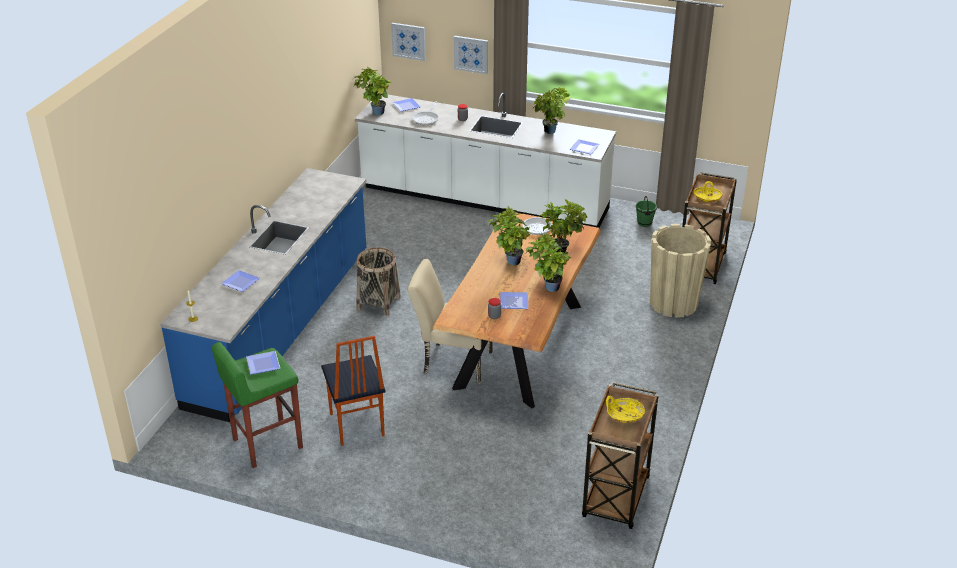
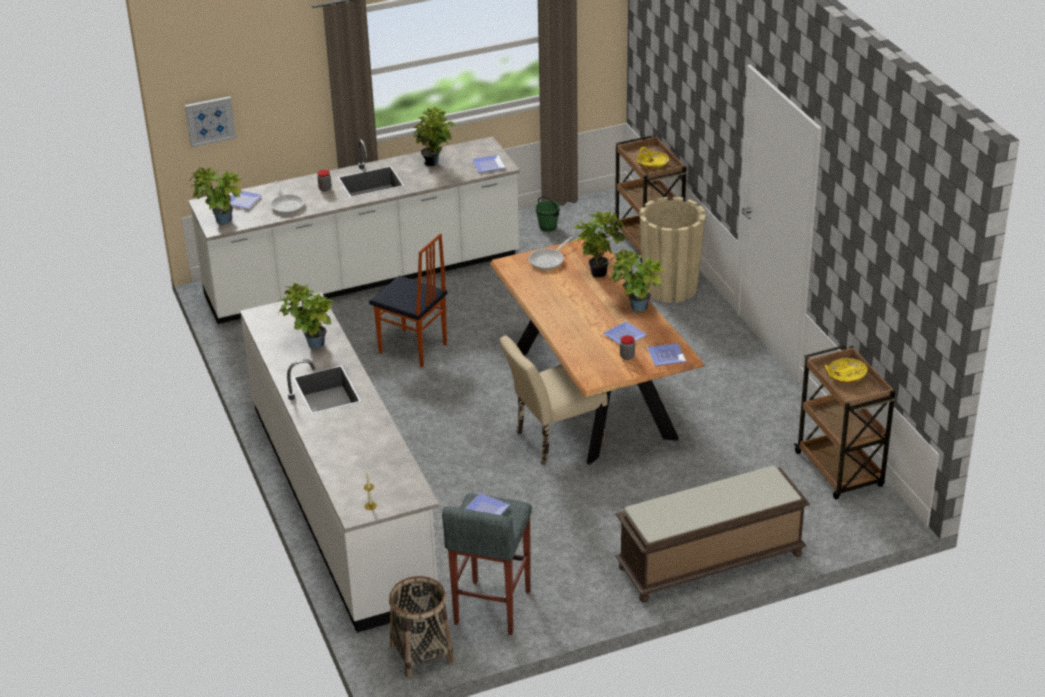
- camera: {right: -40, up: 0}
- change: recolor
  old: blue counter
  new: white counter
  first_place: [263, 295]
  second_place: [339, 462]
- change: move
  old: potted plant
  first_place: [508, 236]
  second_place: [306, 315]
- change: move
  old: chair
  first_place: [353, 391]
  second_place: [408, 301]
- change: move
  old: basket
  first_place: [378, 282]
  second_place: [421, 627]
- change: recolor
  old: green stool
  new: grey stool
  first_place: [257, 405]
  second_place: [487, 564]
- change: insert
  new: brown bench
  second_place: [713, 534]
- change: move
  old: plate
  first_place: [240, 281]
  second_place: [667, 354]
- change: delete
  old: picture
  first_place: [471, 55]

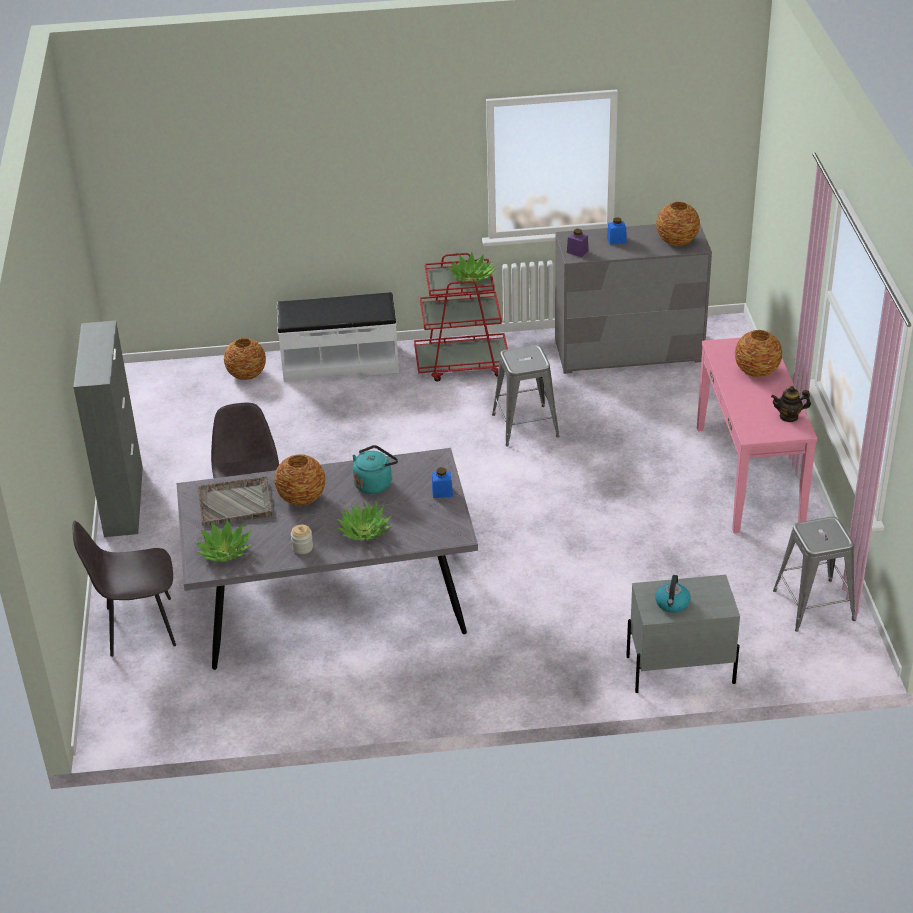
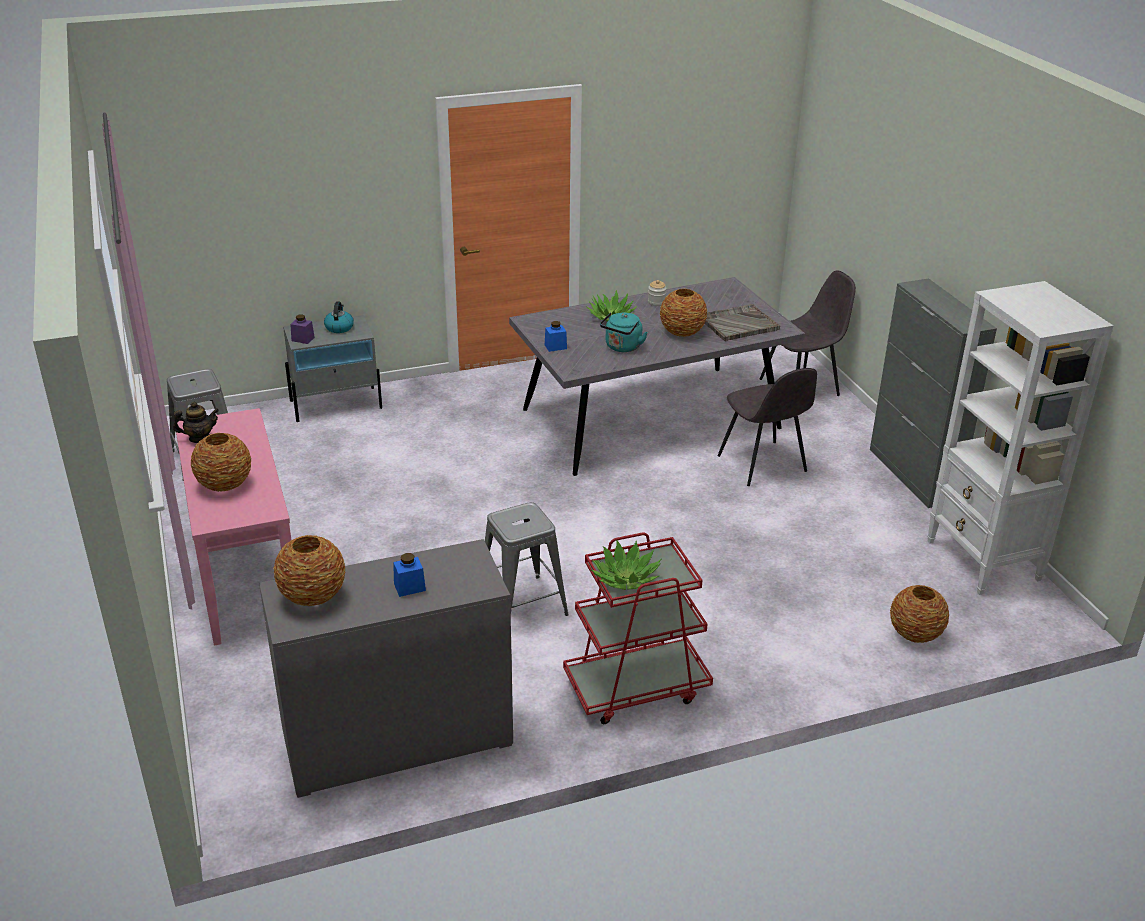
- camera: {right: 165, up: -5}
- change: move
  old: purple jar
  first_place: [577, 243]
  second_place: [302, 329]
- change: insert
  new: white bookcase
  second_place: [1020, 438]
- change: delete
  old: potted plant
  first_place: [223, 541]
- change: delete
  old: white bench
  first_place: [338, 337]

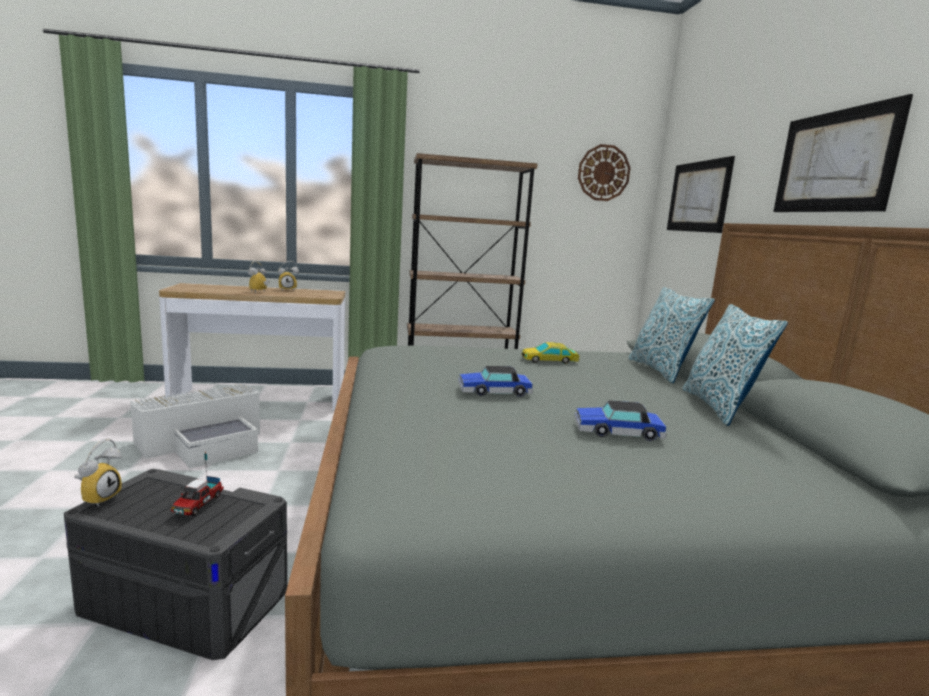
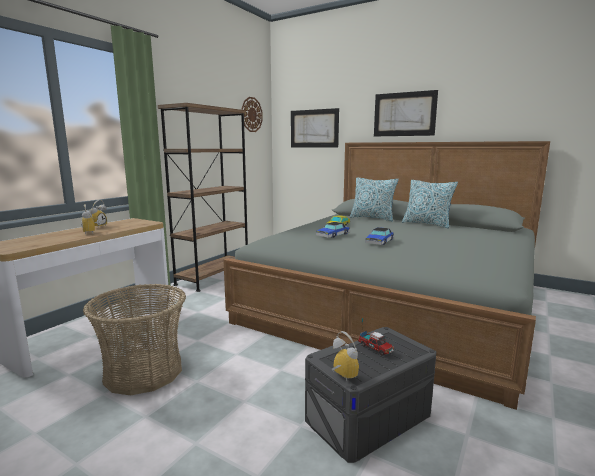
- camera: {right: -50, up: 0}
- change: replace
  old: white storage box
  new: basket
  first_place: [195, 425]
  second_place: [134, 339]
- change: move
  old: toy car
  first_place: [620, 420]
  second_place: [333, 230]

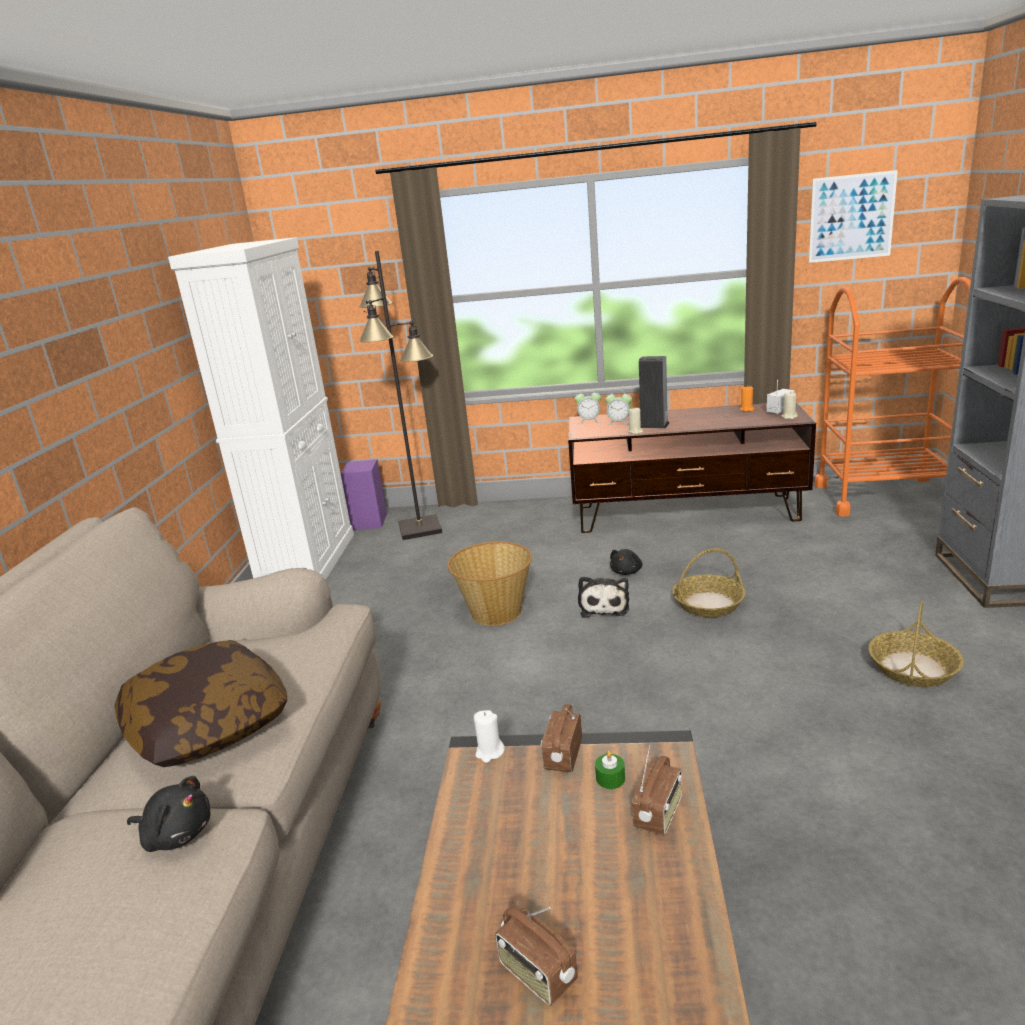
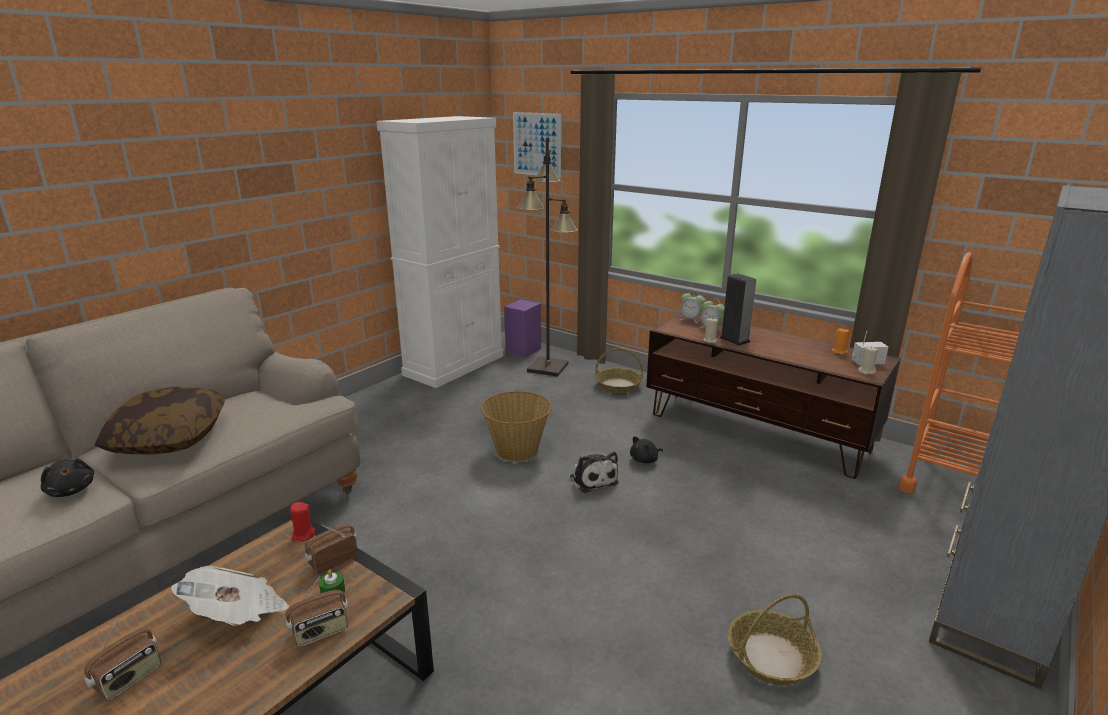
- camera: {right: 30, up: 0}
- change: rotate
  old: radio
  first_place: [536, 956]
  second_place: [122, 660]
  degrees: -135
- change: insert
  new: newspaper
  second_place: [230, 595]
- change: recolor
  old: white candle
  new: red candle
  first_place: [489, 736]
  second_place: [302, 521]
- change: move
  old: picture
  first_place: [853, 216]
  second_place: [537, 145]
- change: rotate
  old: plush toy
  first_place: [603, 597]
  second_place: [594, 472]
  degrees: -60
- change: move
  old: basket
  first_place: [709, 582]
  second_place: [619, 370]

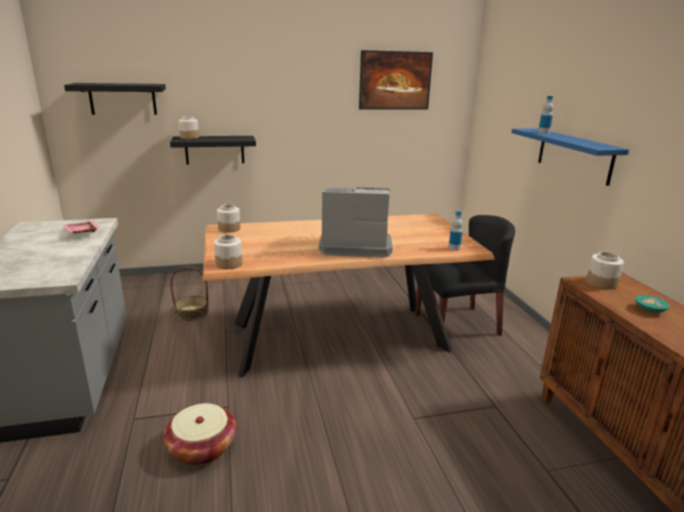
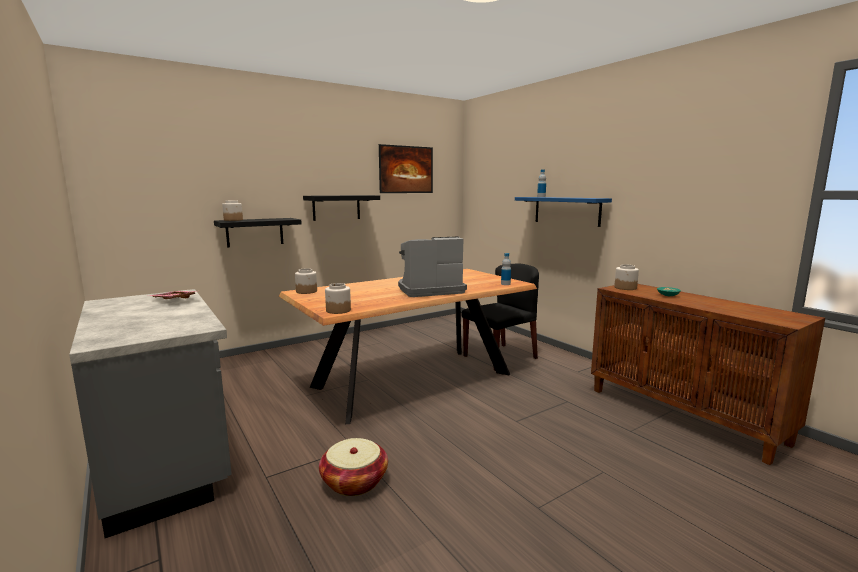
- camera: {right: -20, up: -10}
- change: move
  old: black shelf
  first_place: [115, 99]
  second_place: [341, 208]
- change: delete
  old: basket
  first_place: [190, 294]

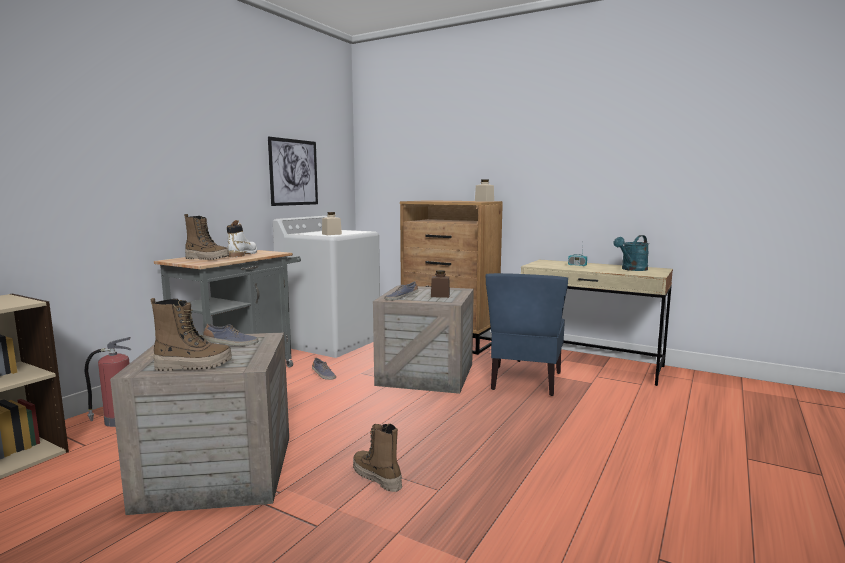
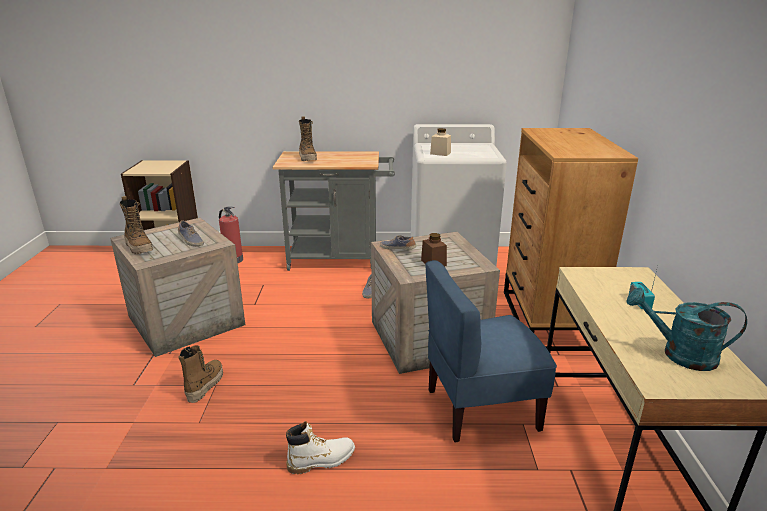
- camera: {right: 60, up: 15}
- change: move
  old: white boot
  first_place: [242, 238]
  second_place: [320, 447]
- change: delete
  old: picture
  first_place: [293, 171]
- change: delete
  old: beige jar
  first_place: [484, 190]

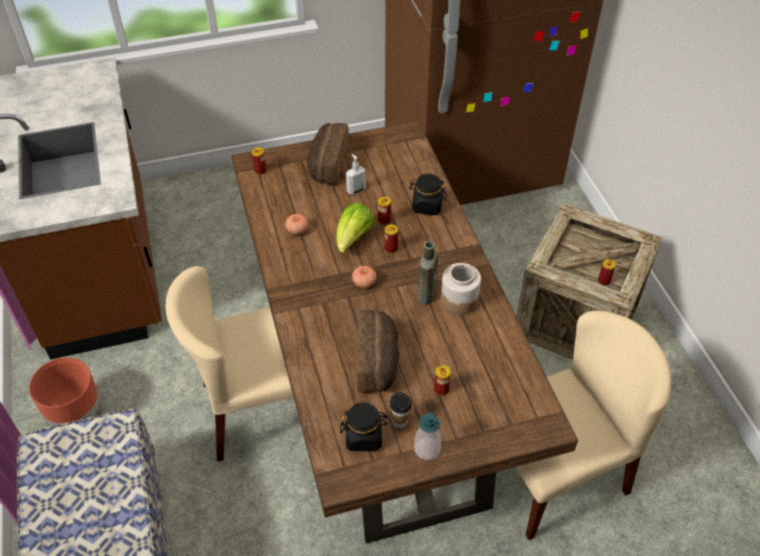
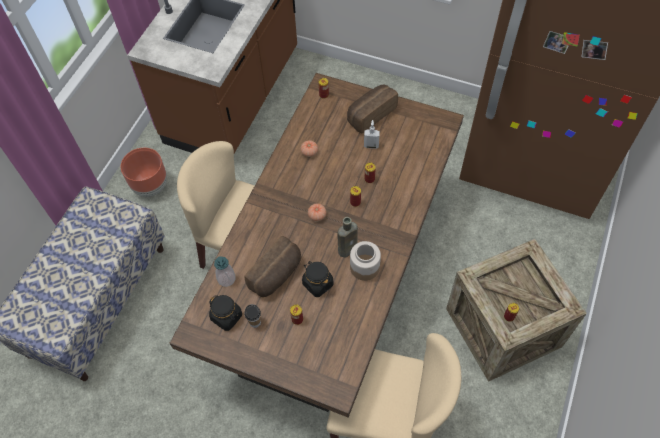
- camera: {right: 40, up: 10}
- change: move
  old: soap dispenser
  first_place: [427, 436]
  second_place: [225, 271]
- change: move
  old: black jar
  first_place: [428, 194]
  second_place: [317, 279]
- change: delete
  old: lettuce
  first_place: [355, 228]

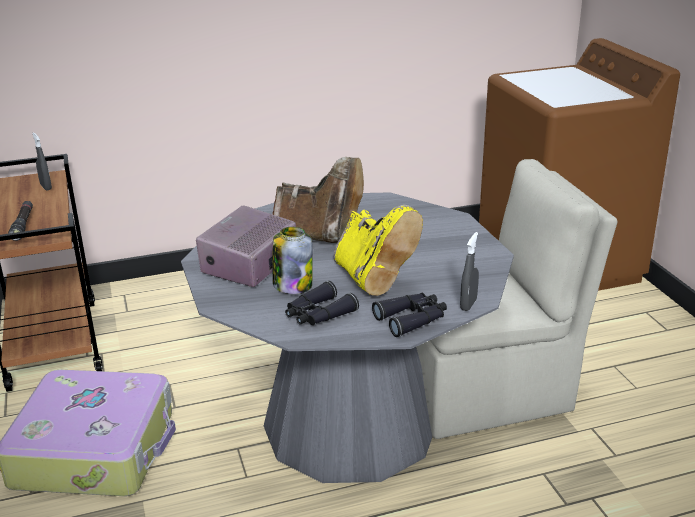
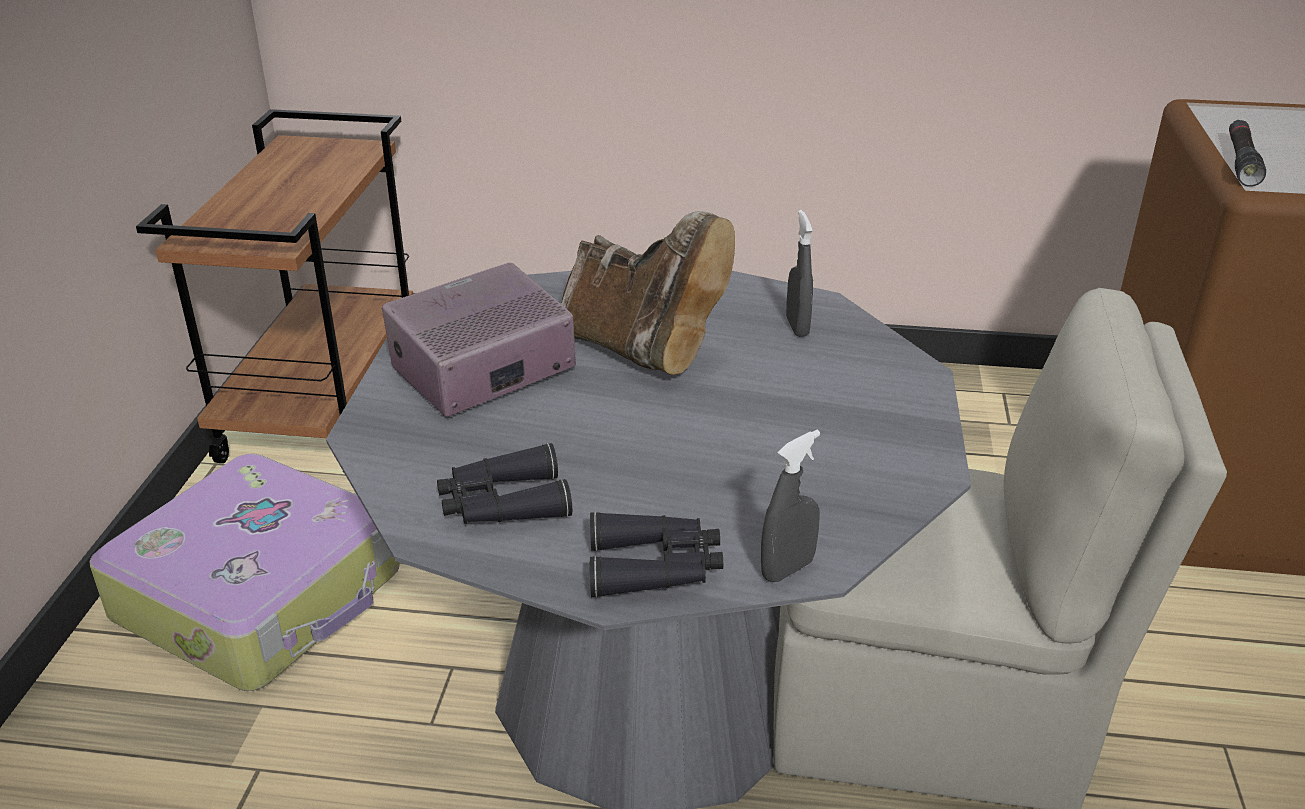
- camera: {right: 25, up: 5}
- change: move
  old: grey spray bottle
  first_place: [42, 161]
  second_place: [799, 273]
- change: move
  old: black flashlight
  first_place: [20, 221]
  second_place: [1247, 153]
- change: delete
  old: jar
  first_place: [292, 260]
- change: delete
  old: yellow boot
  first_place: [378, 250]

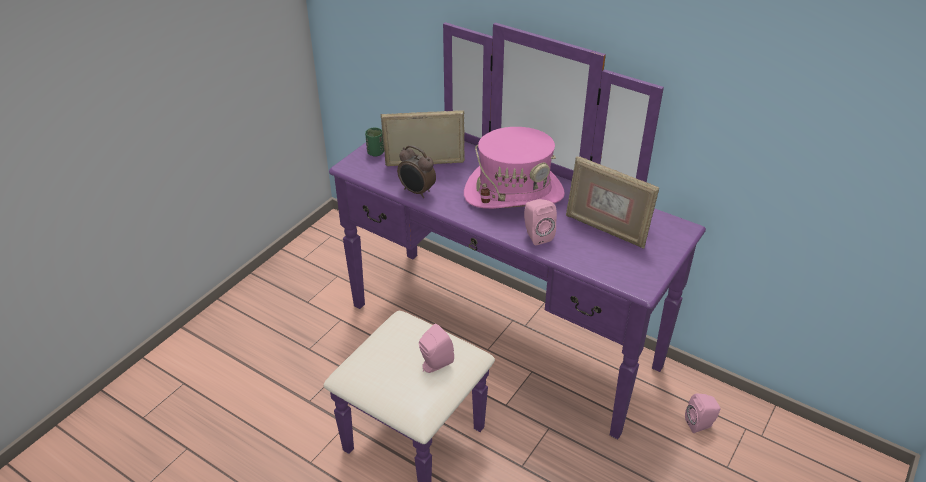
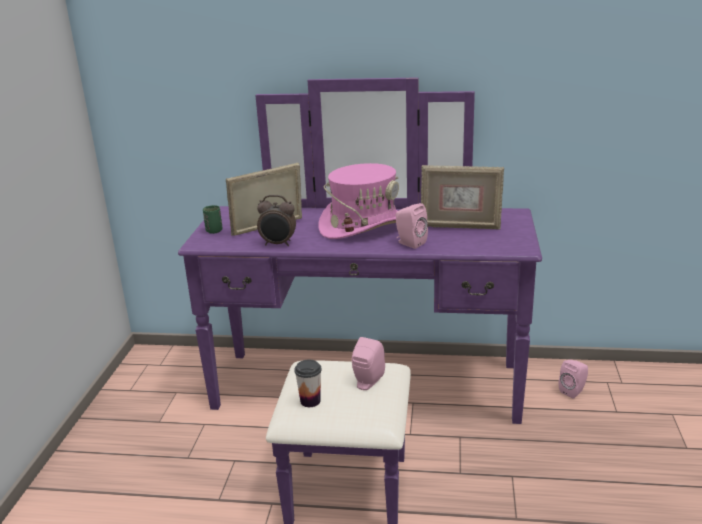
- camera: {right: -25, up: -15}
- change: insert
  new: cup
  second_place: [308, 383]

